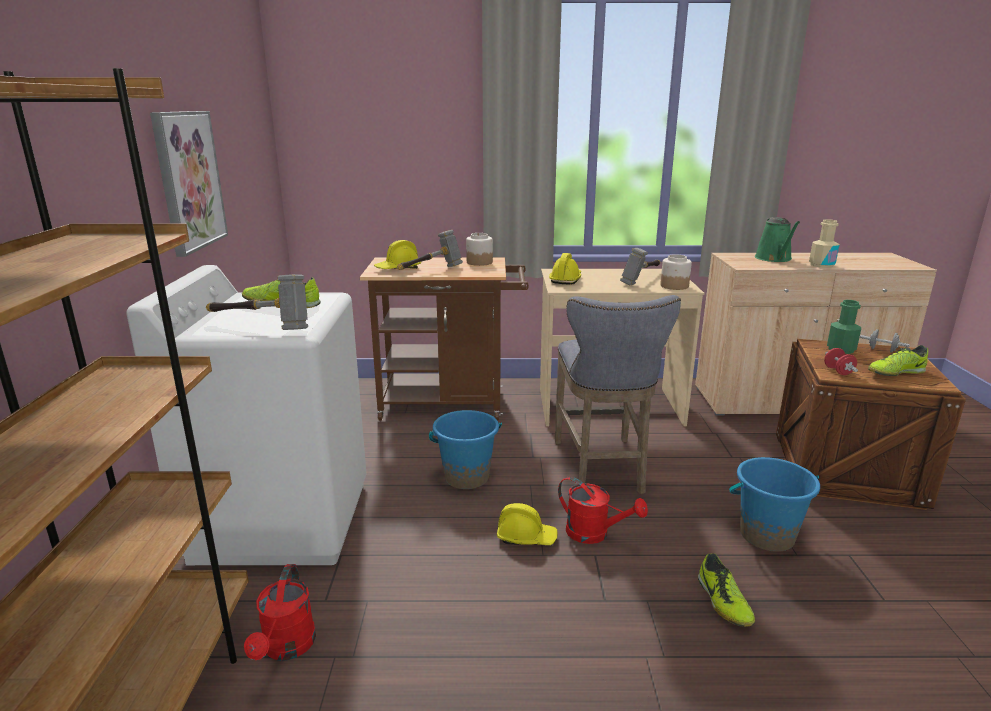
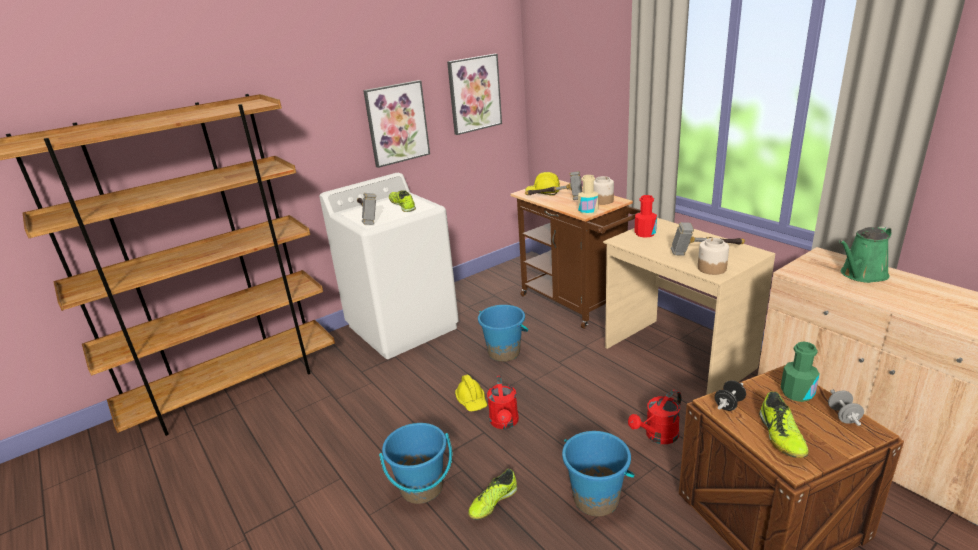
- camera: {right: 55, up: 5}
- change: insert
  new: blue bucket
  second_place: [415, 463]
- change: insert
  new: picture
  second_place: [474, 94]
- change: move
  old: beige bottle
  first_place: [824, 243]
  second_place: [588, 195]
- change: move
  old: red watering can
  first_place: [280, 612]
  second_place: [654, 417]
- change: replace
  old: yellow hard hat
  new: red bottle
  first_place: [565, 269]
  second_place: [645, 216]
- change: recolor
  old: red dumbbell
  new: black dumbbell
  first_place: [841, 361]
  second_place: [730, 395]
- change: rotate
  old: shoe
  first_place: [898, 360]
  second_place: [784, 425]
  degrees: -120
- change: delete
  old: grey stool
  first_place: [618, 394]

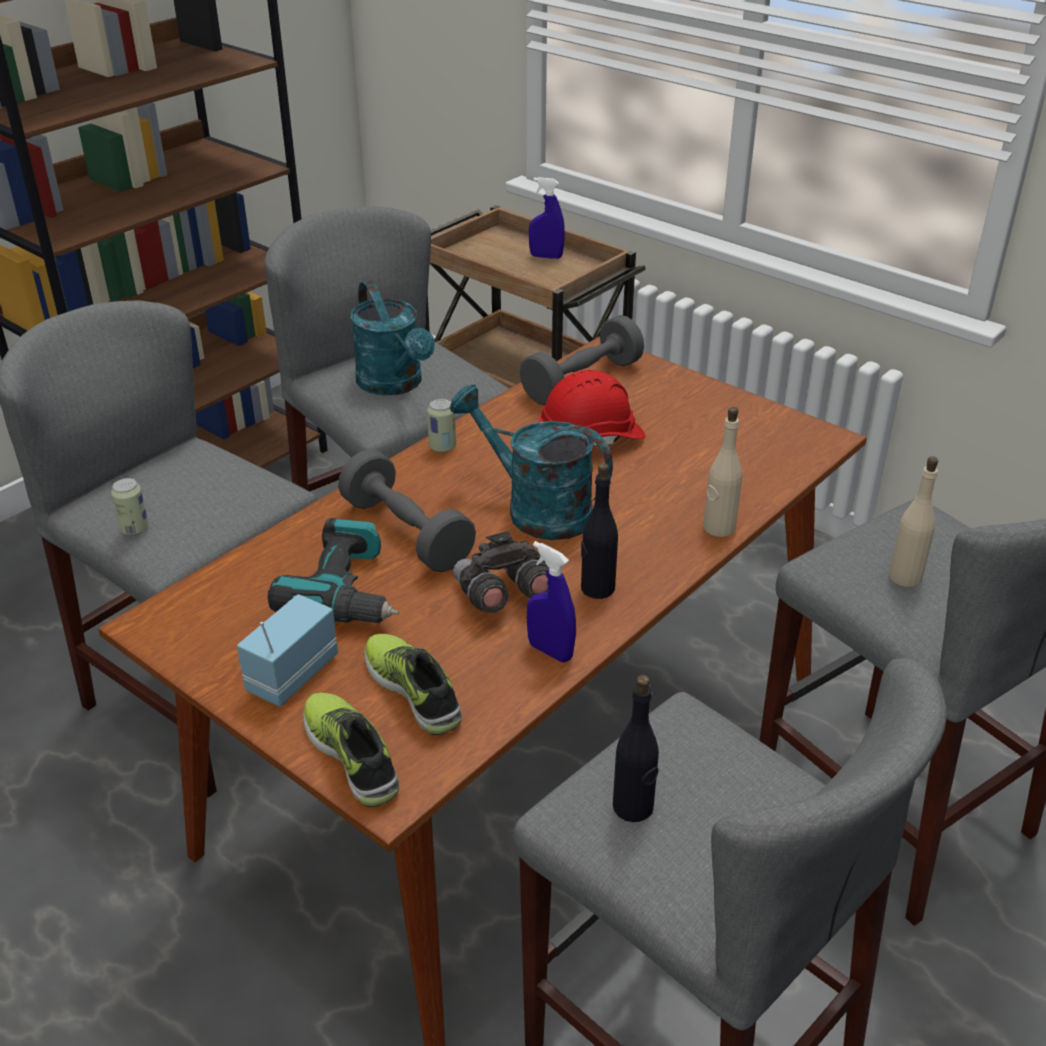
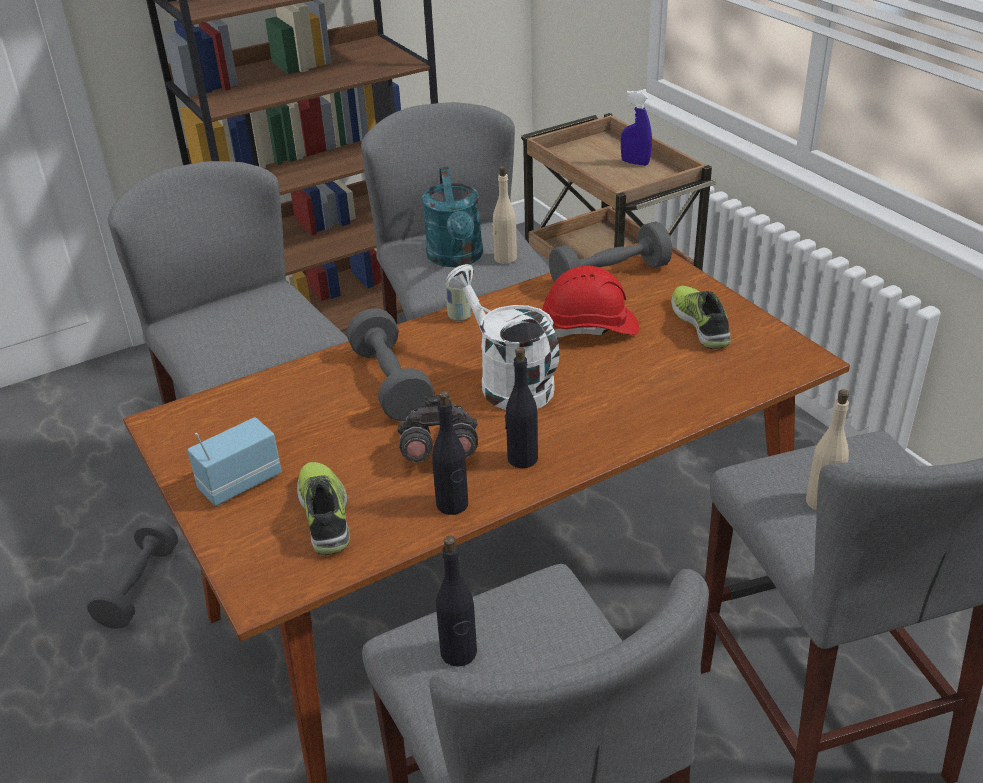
- camera: {right: 20, up: 0}
- change: insert
  new: grey dumbbell
  second_place: [132, 574]
- change: replace
  old: blue spray bottle
  new: black bottle
  first_place: [551, 601]
  second_place: [450, 452]
- change: recolor
  old: turquoise watering can
  new: white watering can
  first_place: [531, 462]
  second_place: [502, 337]
- change: move
  old: beige bottle
  first_place: [722, 472]
  second_place: [504, 215]
- change: move
  old: shoe
  first_place: [351, 750]
  second_place: [701, 317]
- change: delete
  old: can
  first_place: [130, 507]
- change: delete
  old: power drill
  first_place: [333, 570]

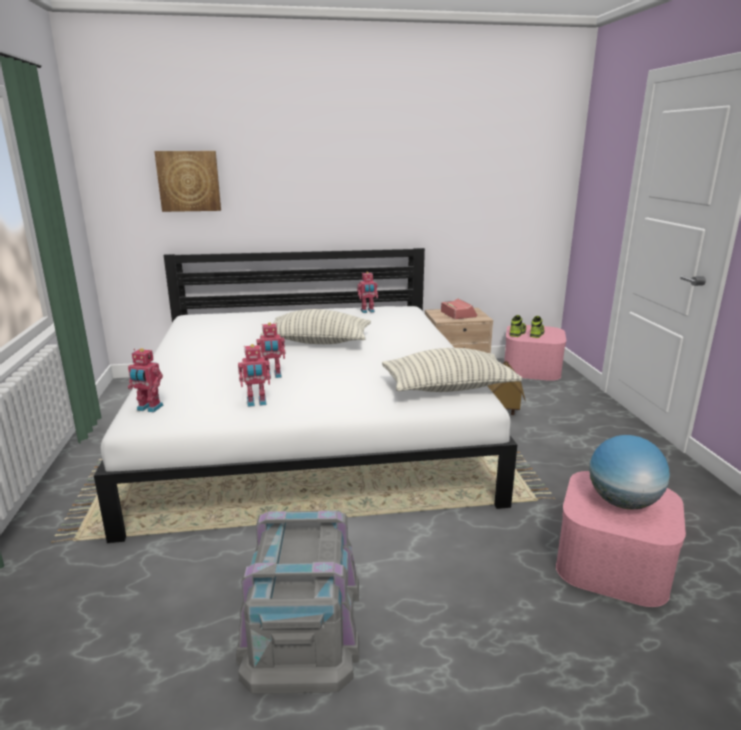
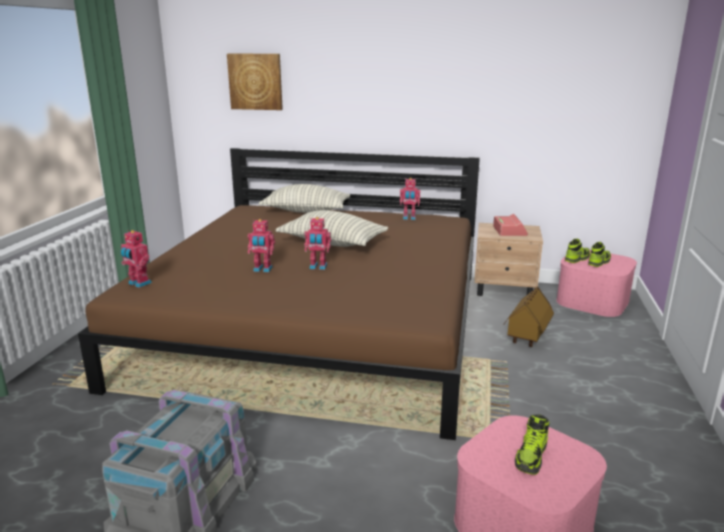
- camera: {right: 20, up: 0}
- change: recolor
  old: white bed
  new: brown bed
  first_place: [305, 395]
  second_place: [279, 294]
- change: move
  old: pillow
  first_place: [452, 370]
  second_place: [304, 198]
- change: move
  old: toy robot
  first_place: [254, 375]
  second_place: [317, 243]
- change: replace
  old: globe
  new: shoe
  first_place: [629, 472]
  second_place: [532, 445]

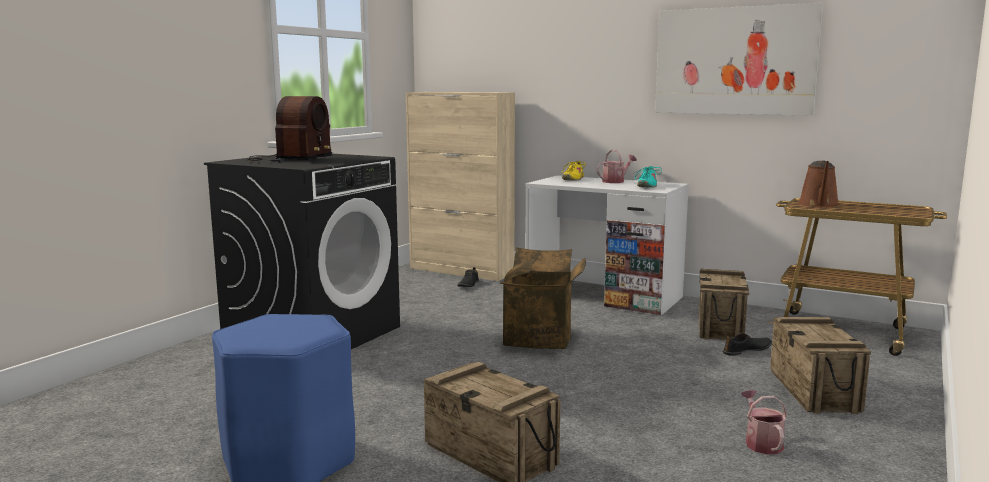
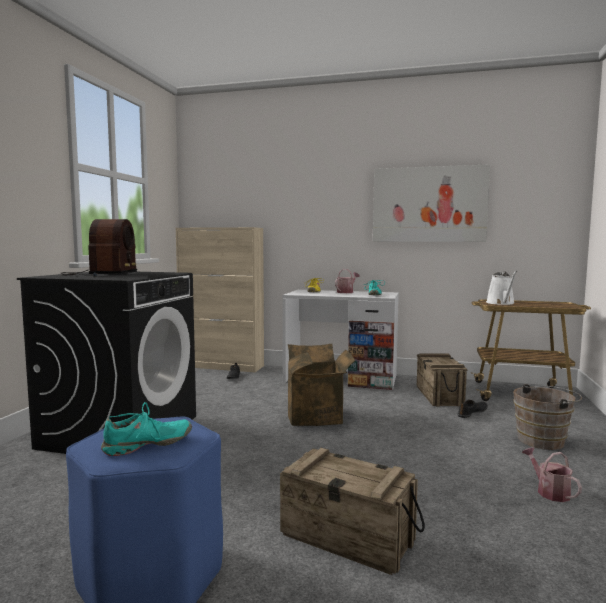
- camera: {right: -15, up: -5}
- change: insert
  new: turquoise shoe
  second_place: [146, 429]
- change: recolor
  old: brown watering can
  new: white watering can
  first_place: [819, 184]
  second_place: [502, 288]
- change: replace
  old: crate
  new: brown bucket
  first_place: [820, 365]
  second_place: [547, 417]

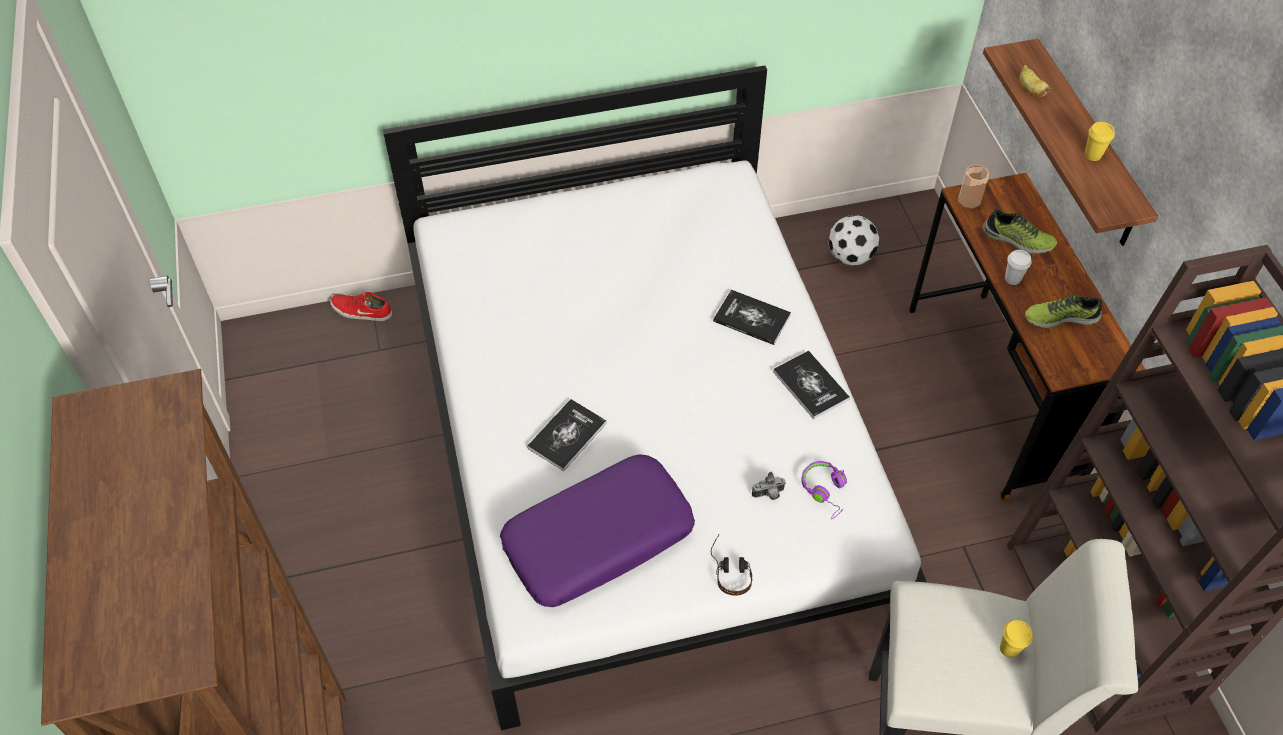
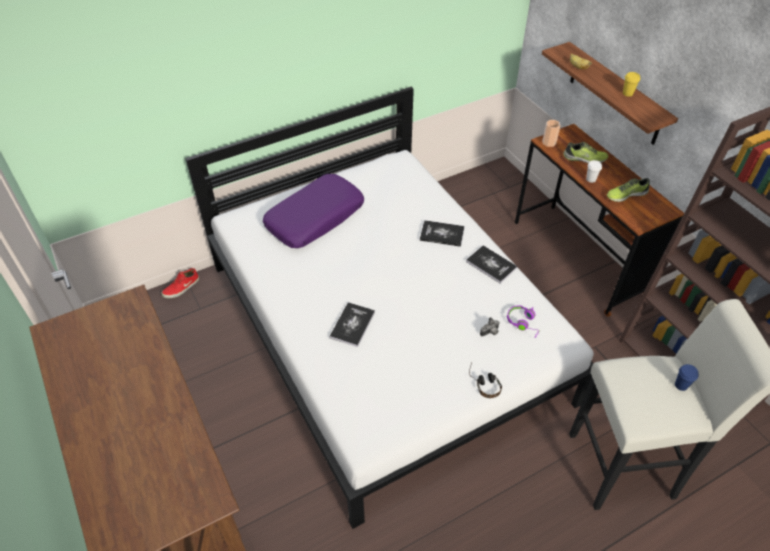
- camera: {right: -15, up: -5}
- change: rotate
  old: red shoe
  first_place: [361, 306]
  second_place: [180, 283]
  degrees: -45
- change: move
  old: purple pillow
  first_place: [597, 530]
  second_place: [313, 211]
- change: recolor
  old: yellow cup
  new: blue cup
  first_place: [1016, 639]
  second_place: [687, 377]
- change: delete
  old: football
  first_place: [854, 240]

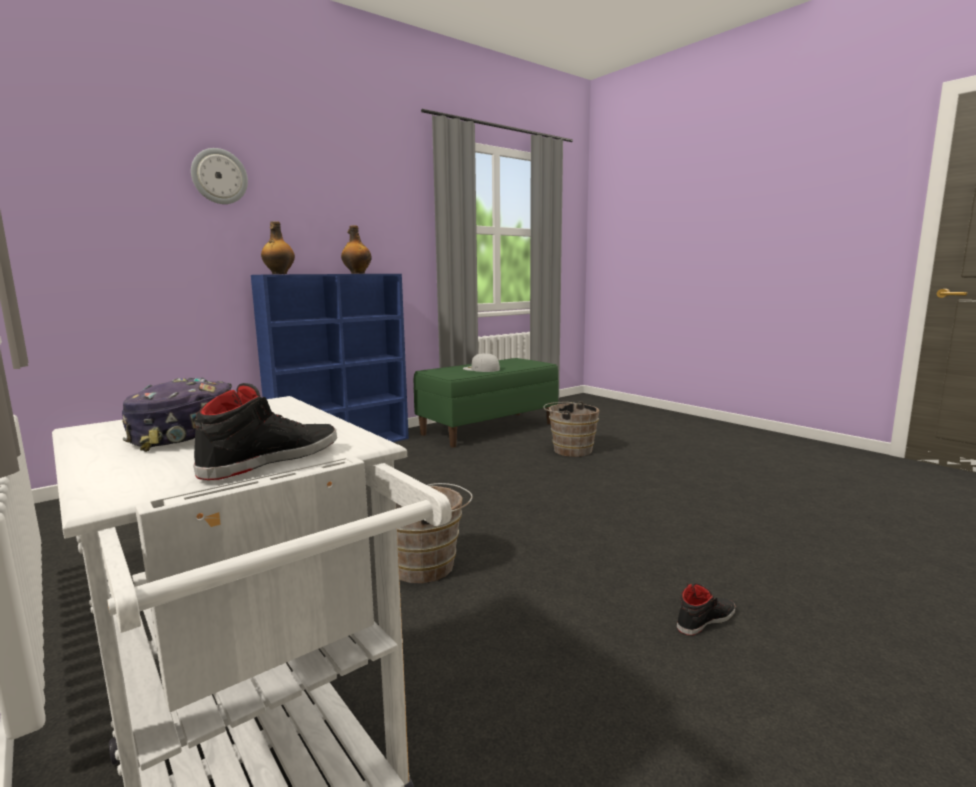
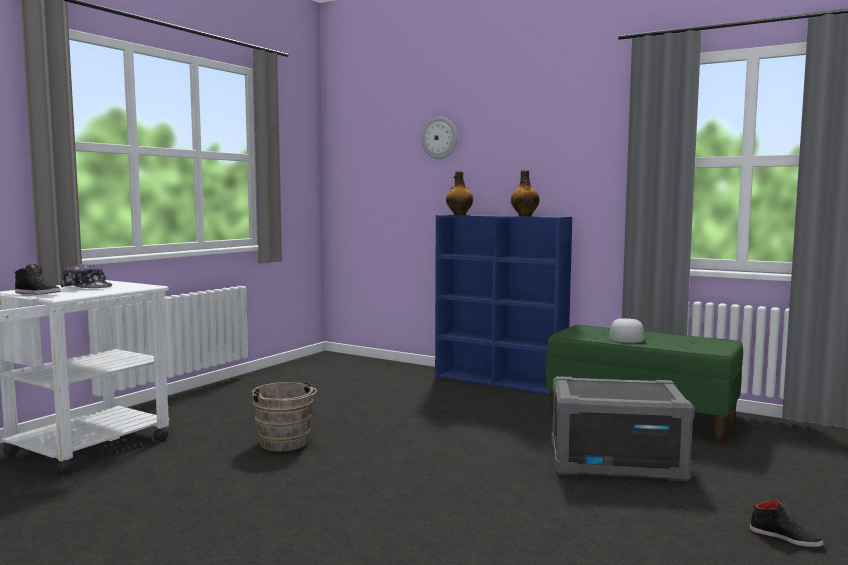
- camera: {right: 70, up: -5}
- change: replace
  old: brown bucket
  new: grey storage box
  first_place: [572, 429]
  second_place: [623, 428]
- change: move
  old: black shoe
  first_place: [706, 608]
  second_place: [787, 523]

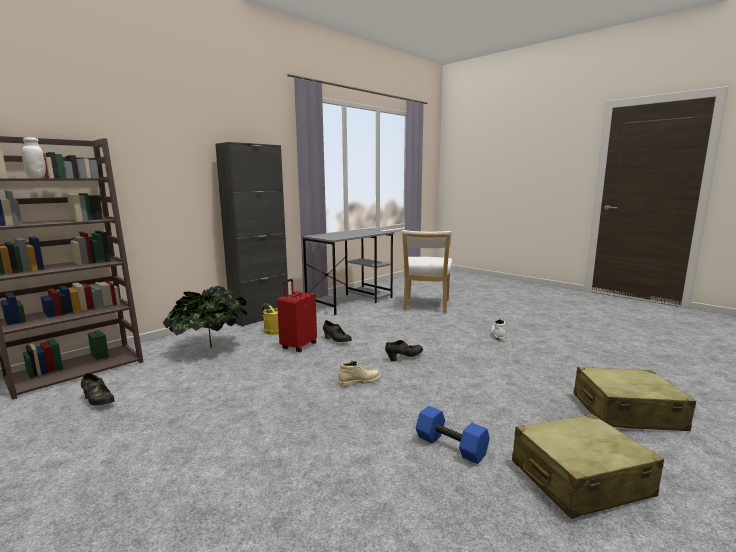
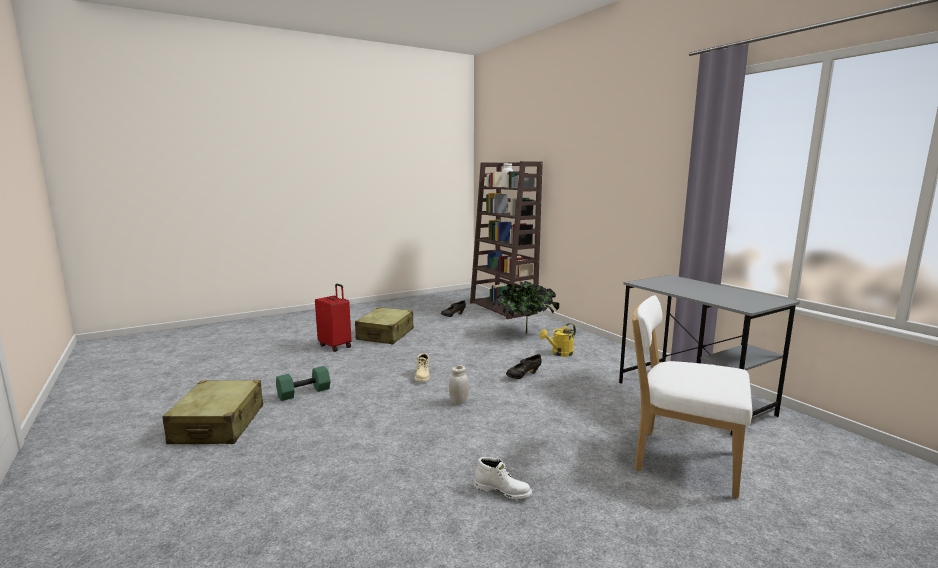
- camera: {right: 105, up: 0}
- change: recolor
  old: blue dumbbell
  new: green dumbbell
  first_place: [453, 435]
  second_place: [303, 383]
- change: move
  old: red suitcase
  first_place: [297, 315]
  second_place: [333, 318]
- change: move
  old: beige suitcase
  first_place: [635, 399]
  second_place: [384, 326]
- change: replace
  old: black shoe
  new: white jar
  first_place: [404, 351]
  second_place: [459, 385]
- change: delete
  old: black cabinet
  first_place: [251, 234]

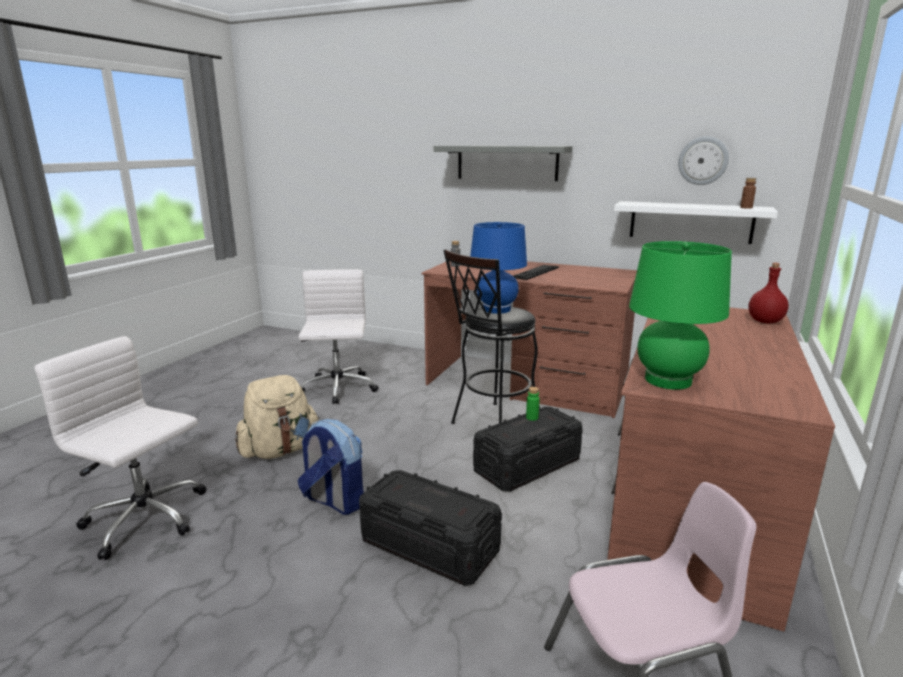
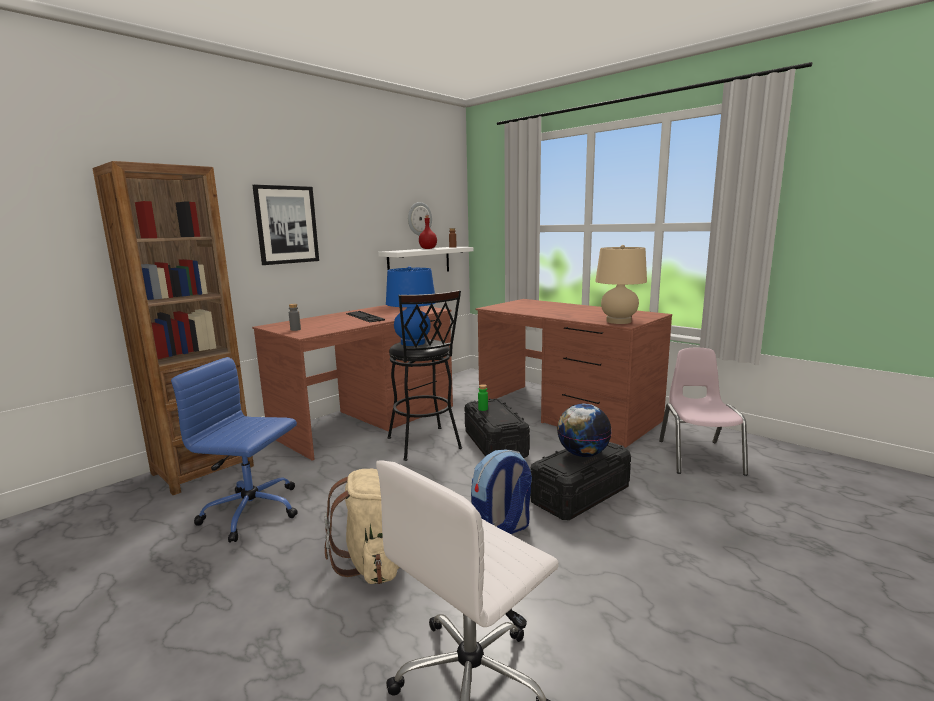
- camera: {right: -70, up: -5}
- change: insert
  new: brown bookcase
  second_place: [173, 328]
- change: recolor
  old: white office chair
  new: blue office chair
  first_place: [339, 336]
  second_place: [234, 450]
- change: replace
  old: grey shelf
  new: picture
  first_place: [503, 163]
  second_place: [285, 225]
- change: move
  old: red bottle
  first_place: [768, 293]
  second_place: [428, 232]
- change: insert
  new: globe
  second_place: [584, 430]
- change: recolor
  old: green table lamp
  new: beige table lamp
  first_place: [680, 315]
  second_place: [621, 284]

